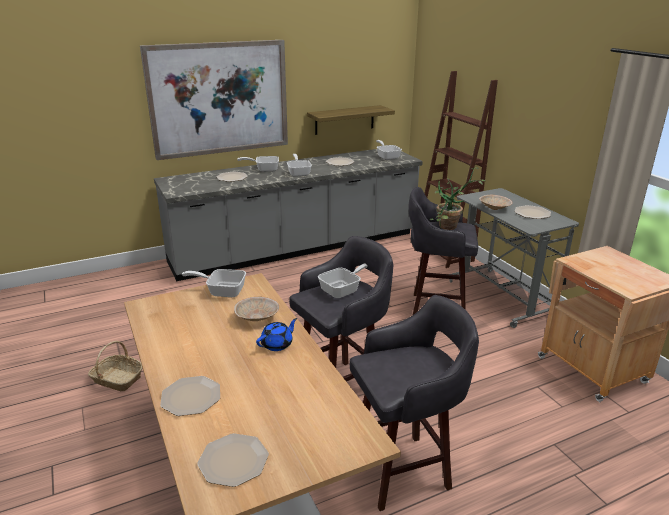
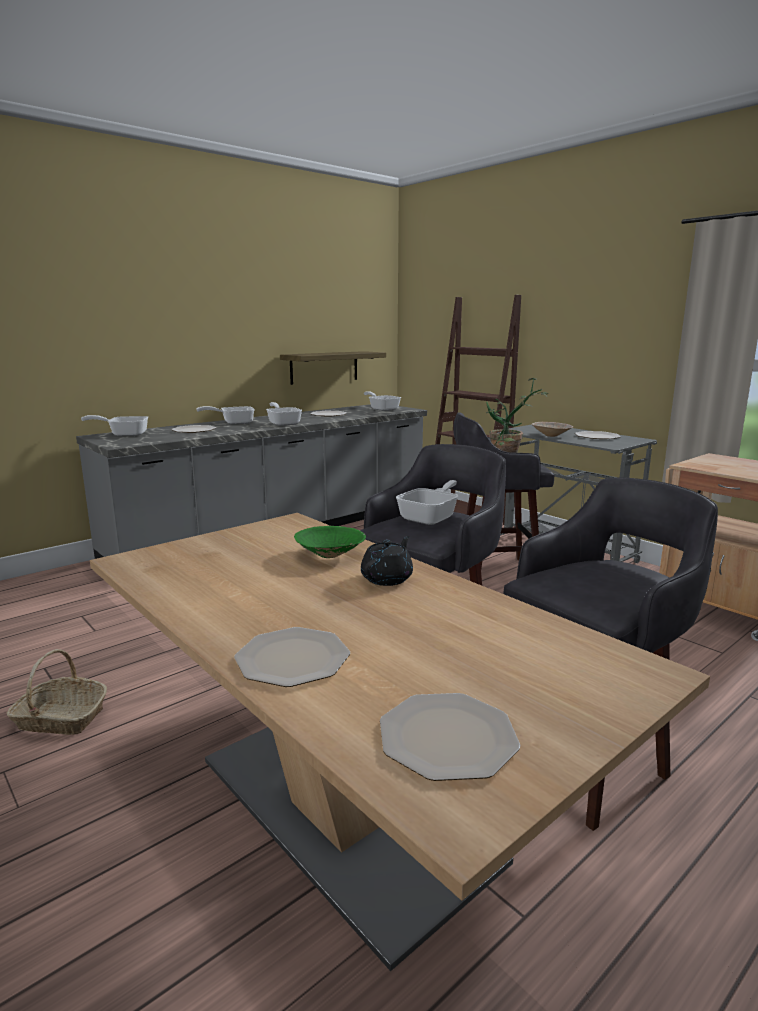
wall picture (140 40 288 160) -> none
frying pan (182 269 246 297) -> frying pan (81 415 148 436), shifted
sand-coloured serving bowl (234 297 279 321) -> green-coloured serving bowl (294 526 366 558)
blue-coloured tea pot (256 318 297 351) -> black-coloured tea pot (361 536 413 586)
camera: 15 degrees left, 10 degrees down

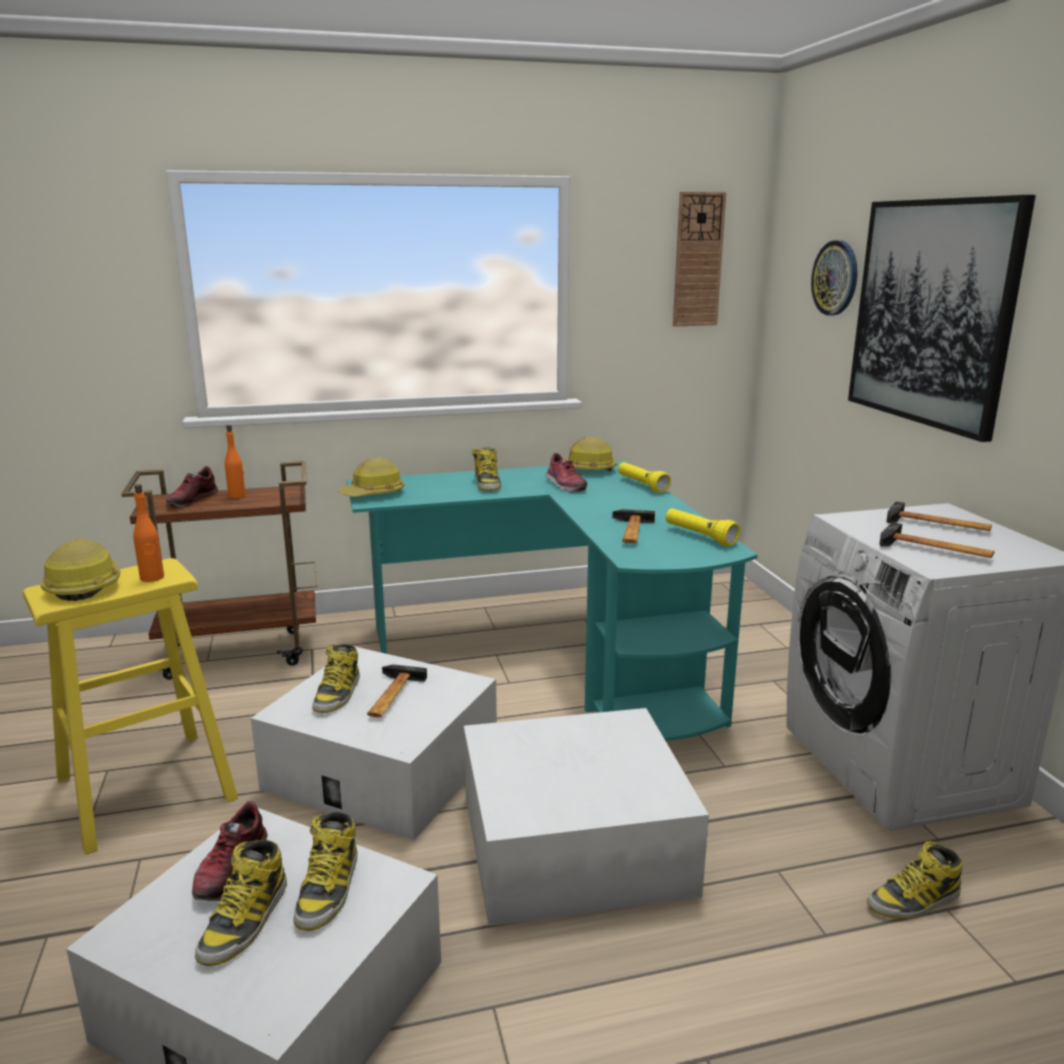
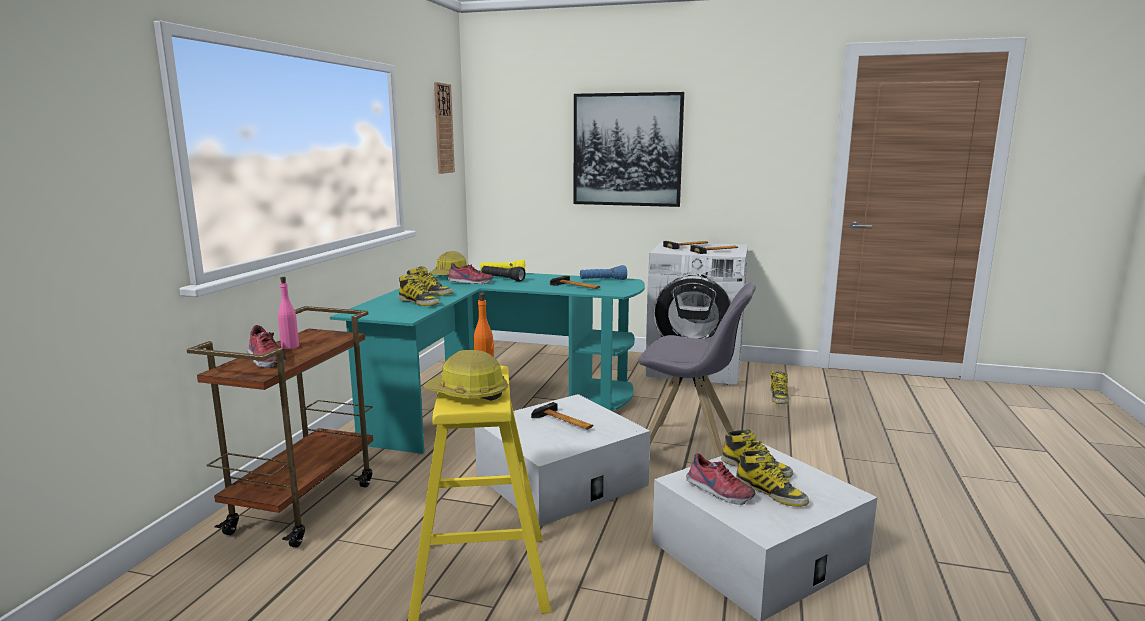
hard hat (338 457 405 497) -> none
hanging clock (811 240 858 316) -> none
none -> black-coloured hand torch (482 266 526 282)
high-top boot (312 644 360 713) -> high-top boot (399 273 440 306), shifted
white storage container (464 708 709 926) -> gray upright chair (638 282 756 458)
orange drink bottle (225 425 246 498) -> pinkish drink bottle (278 277 299 349)
yellowish hand torch (666 508 740 546) -> blue-coloured hand torch (580 265 627 280)
camera: 60 degrees left, 5 degrees down

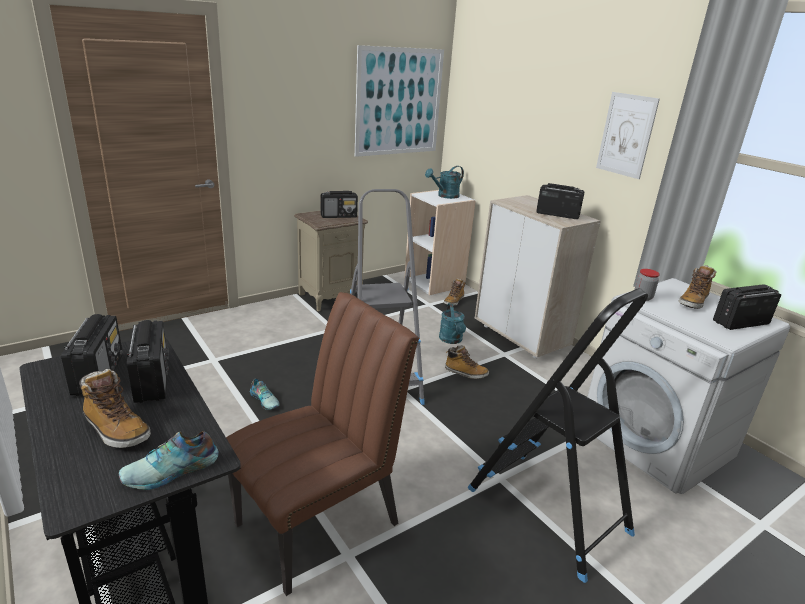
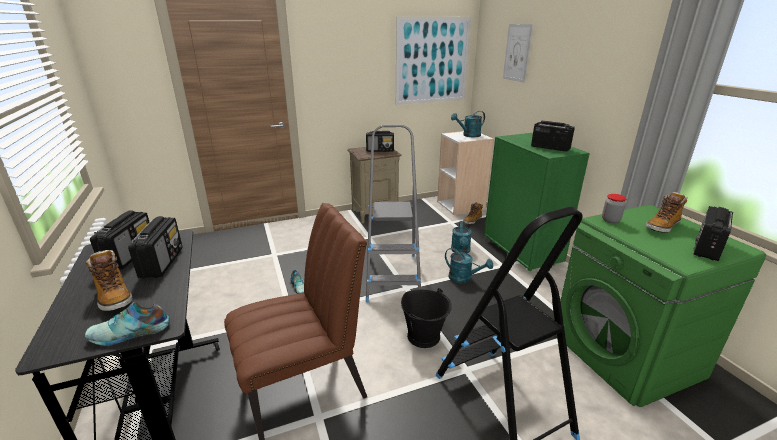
none -> black-coloured water bucket (401 288 452 348)
wall picture (596 92 660 179) -> wall picture (503 24 533 83), shifted
high-top boot (445 345 489 379) -> blue-green watering can (445 248 493 284)
sand-coloured cabinet (475 195 601 359) -> green-coloured cabinet (484 133 590 271)
white laundry appliance (587 278 790 494) -> green-coloured laundry appliance (555 205 766 407)
radio set (713 284 781 330) -> radio set (693 206 733 261), 45 degrees counterclockwise
camera: 15 degrees right, 0 degrees up

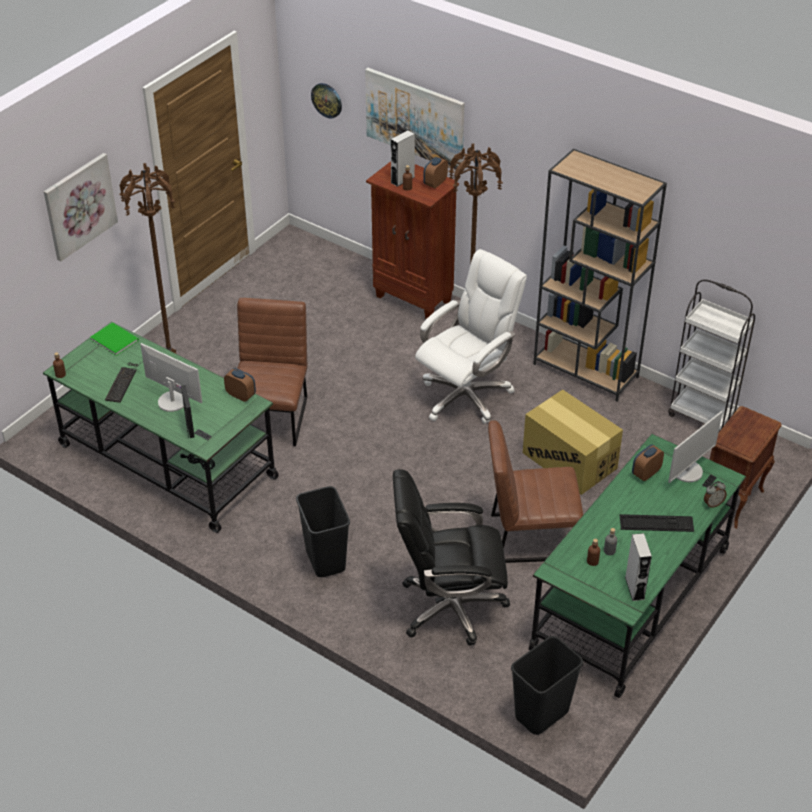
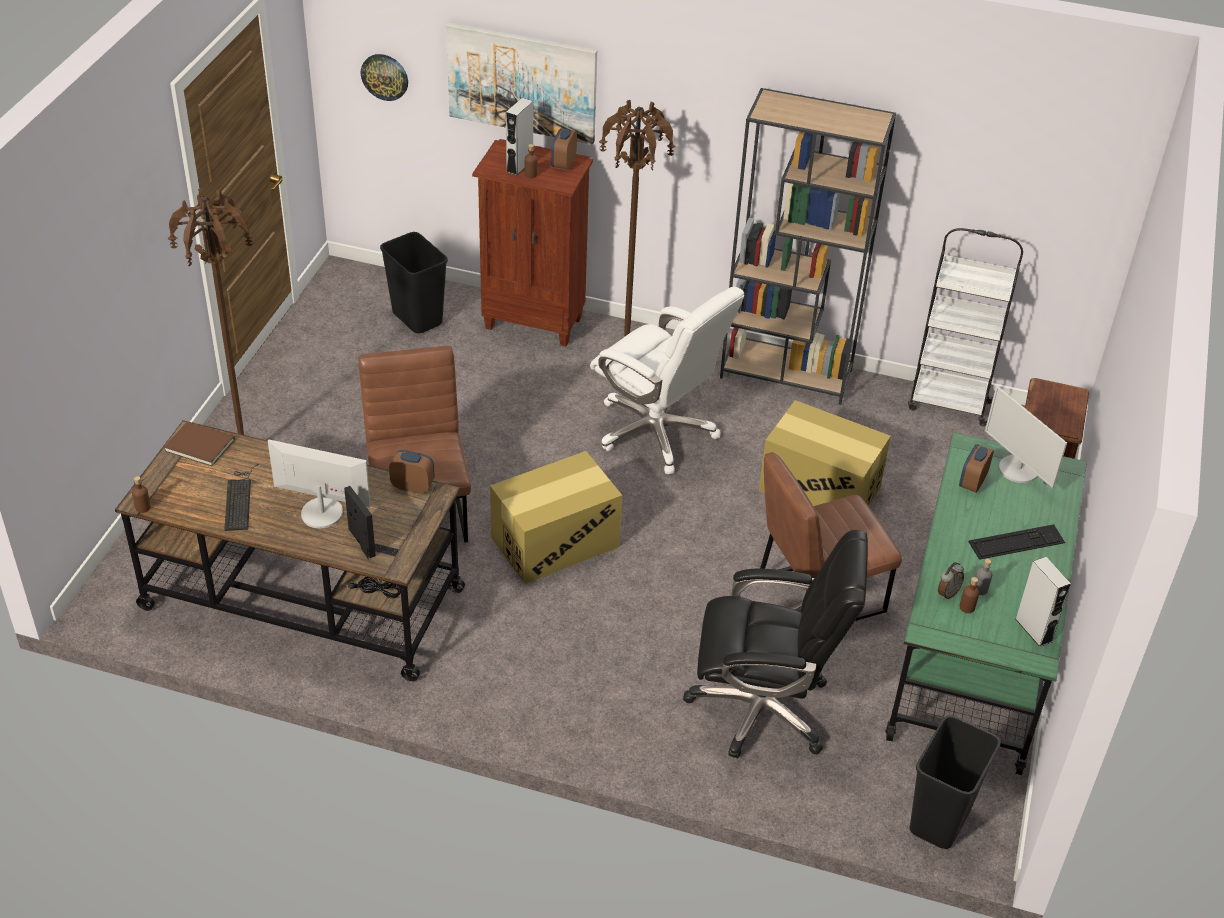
wall picture (44 153 118 261) -> none
none -> cardboard box (490 451 622 584)
black-coloured waste bin (296 486 350 577) -> black-coloured waste bin (380 232 448 333), shifted
bedside clock (704 481 727 508) -> bedside clock (938 562 964 600), shifted
green-coloured desk unit (43 321 279 533) -> brown-coloured desk unit (115 420 465 681)
green-coloured book (90 323 139 356) -> brown-coloured book (164 421 235 466)
black-coloured desk chair (393 469 510 646) -> black-coloured desk chair (683 530 868 758), 150 degrees counterclockwise
white desk chair (415 249 527 424) -> white desk chair (590 287 744 474), 105 degrees clockwise
computer display (668 411 723 483) -> computer display (985 386 1067 488), 120 degrees clockwise
camera: 20 degrees left, 0 degrees up

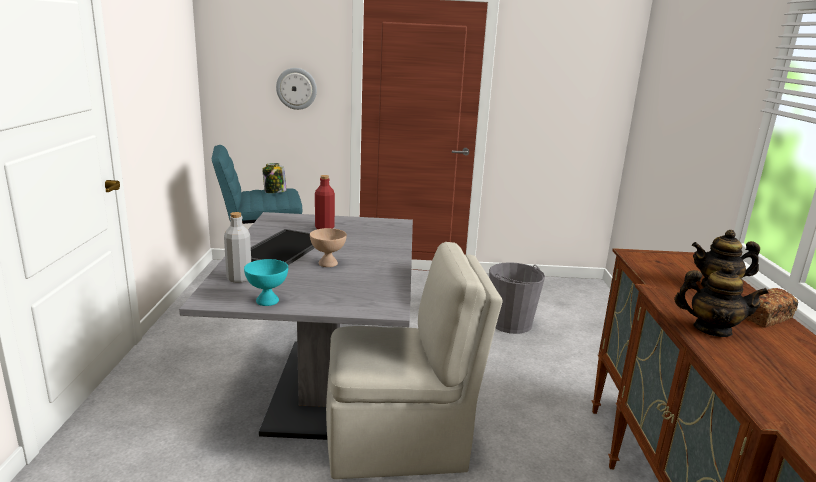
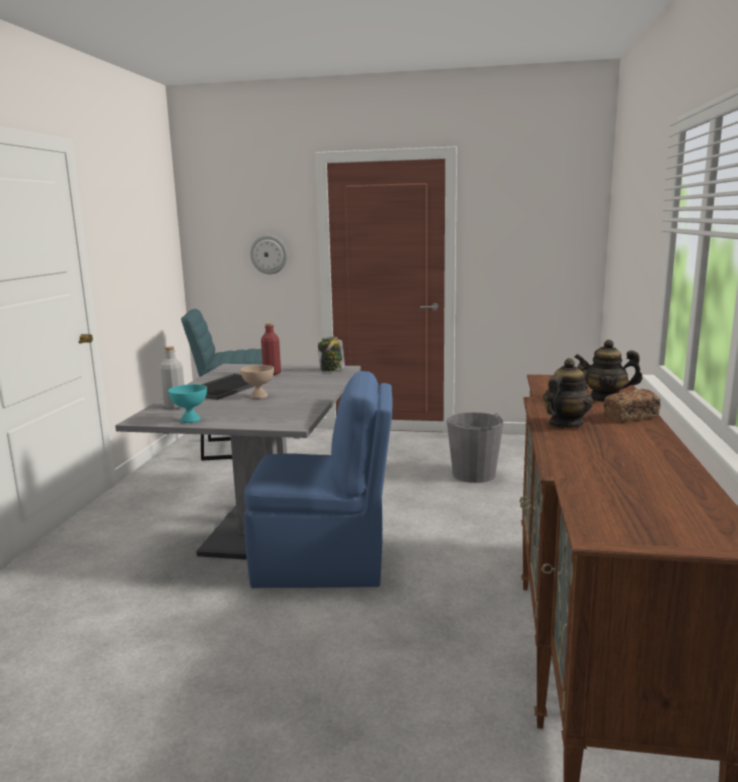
jar (263 163 286 193) -> jar (318 337 345 372), shifted
sand-coloured upright chair (326 242 503 479) -> blue-coloured upright chair (244 371 393 588)
tea pot (674 263 769 337) -> tea pot (543 358 593 428), 75 degrees counterclockwise
camera: 10 degrees right, 5 degrees down

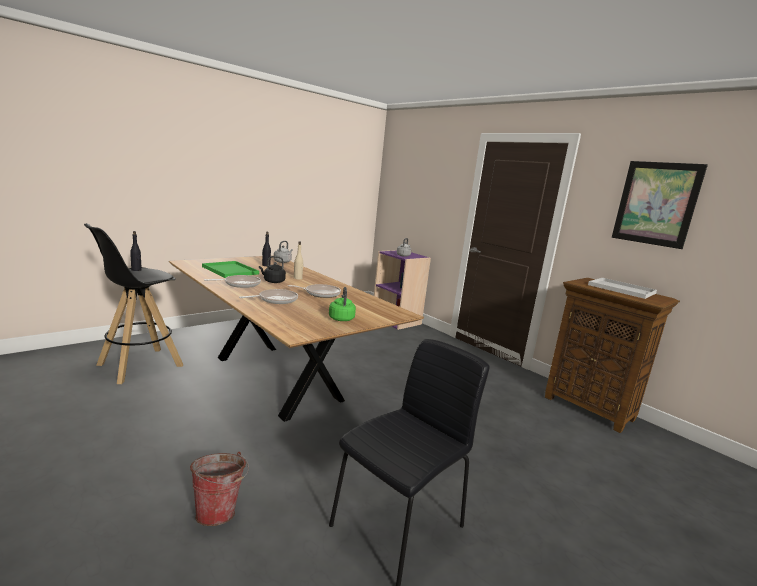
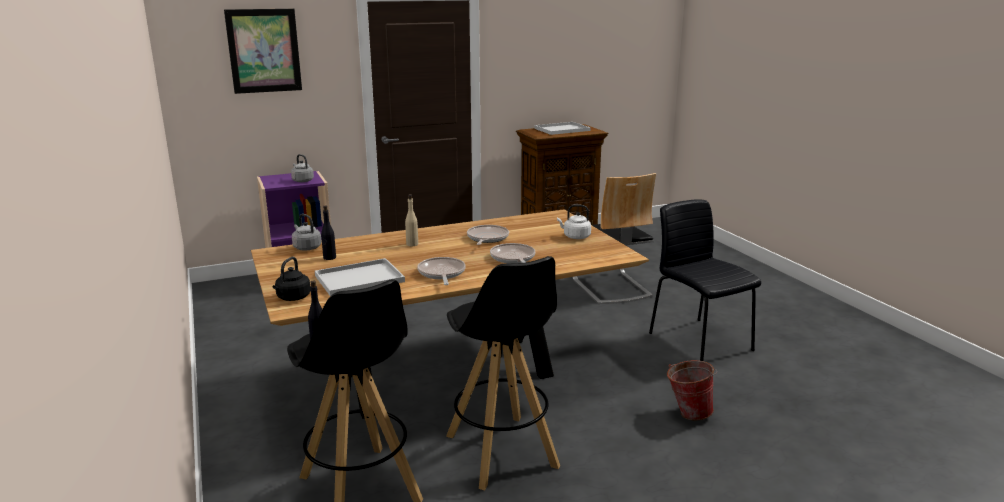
none -> black-coloured stool seat (446 256 560 491)
none -> upright chair (572 173 656 304)
black-coloured water kettle (259 256 286 283) -> black-coloured water kettle (272 257 310 301), shifted
wall picture (612 161 708 249) -> wall picture (224 9 302 94), shifted
green-coloured serving tray (202 261 259 278) -> white serving tray (315 258 405 296)
green-coloured water kettle (329 287 356 321) -> white water kettle (557 205 591 239)
camera: 70 degrees left, 5 degrees up

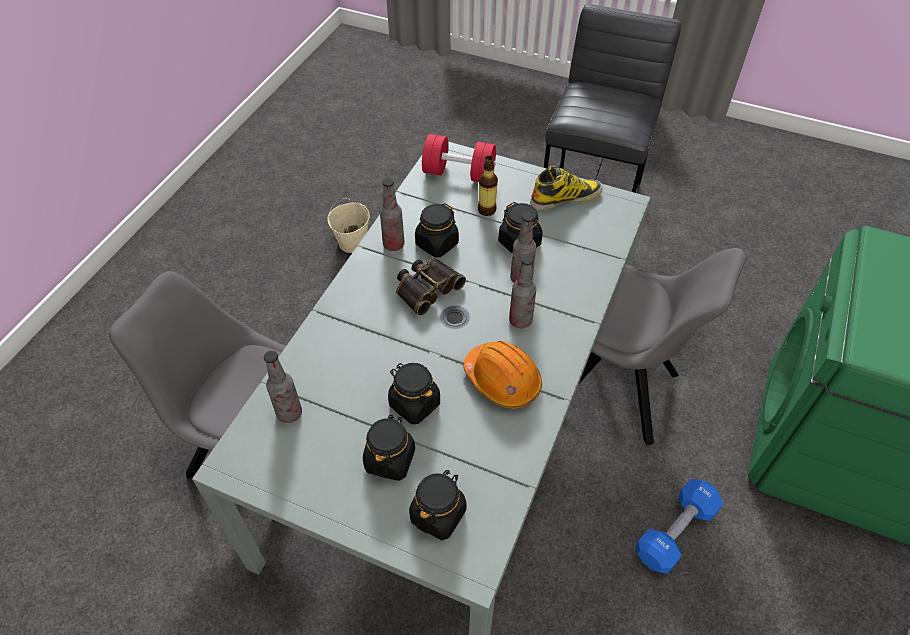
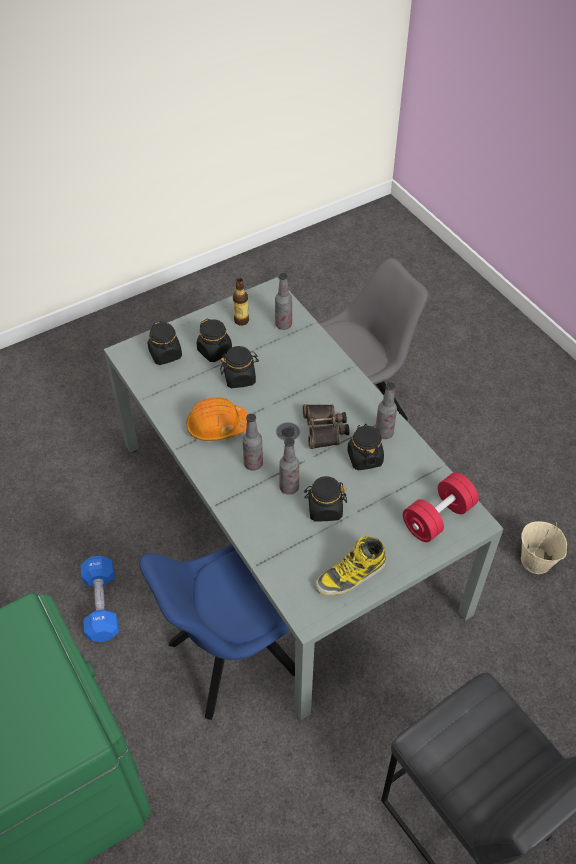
drink bottle (478 156 498 216) -> drink bottle (233 278 249 325), shifted
gray upright chair (578 248 745 446) -> blue-coloured upright chair (139 545 295 720)
high-top boot (530 165 603 210) -> high-top boot (315 536 386 596), 45 degrees clockwise
camera: 125 degrees right, 0 degrees up

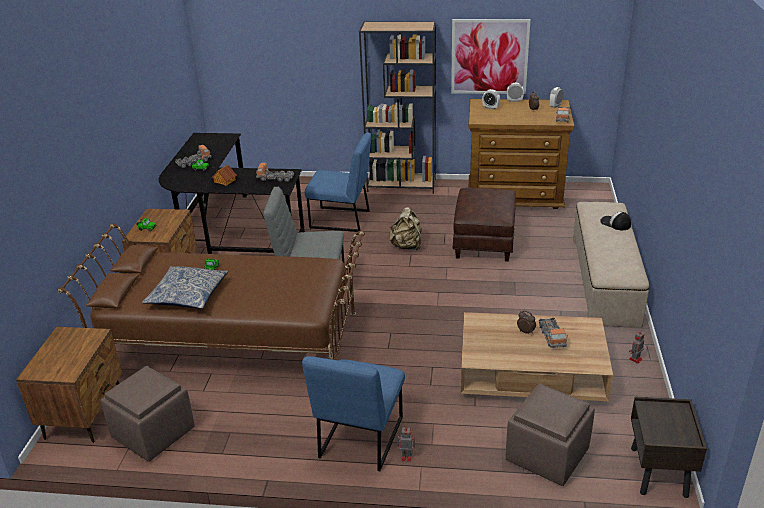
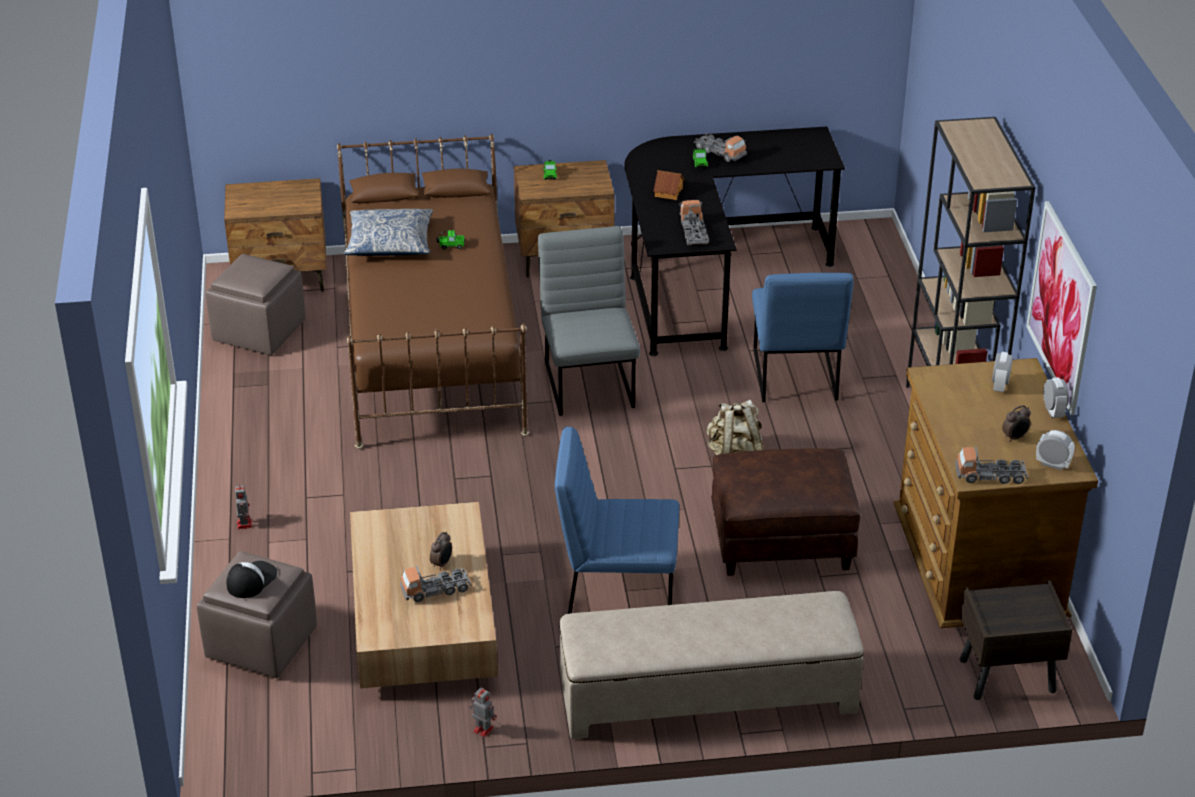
blue-coloured upright chair (302 356 405 471) -> blue-coloured upright chair (555 427 679 614), shifted
baseball cap (600 212 631 230) -> baseball cap (227 561 277 598), shifted
brown-coloured night table (631 397 707 498) -> brown-coloured night table (960 580 1072 700), shifted
camera: 75 degrees right, 5 degrees up

